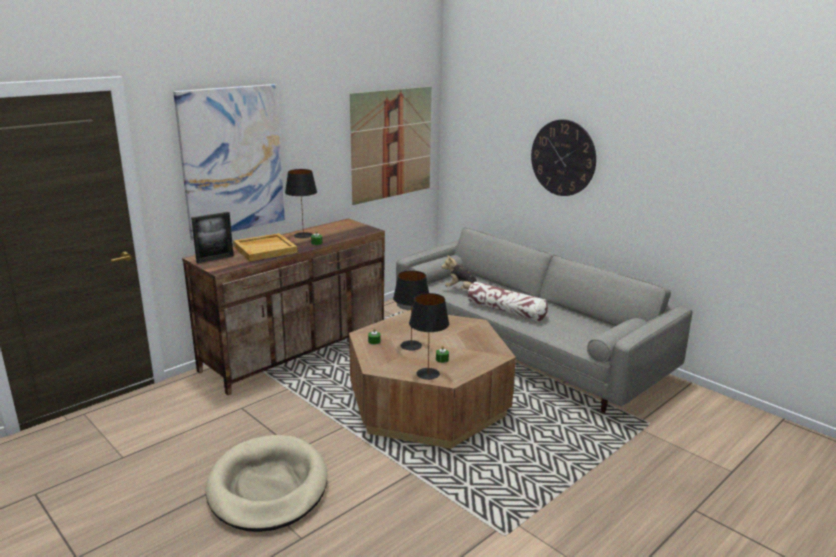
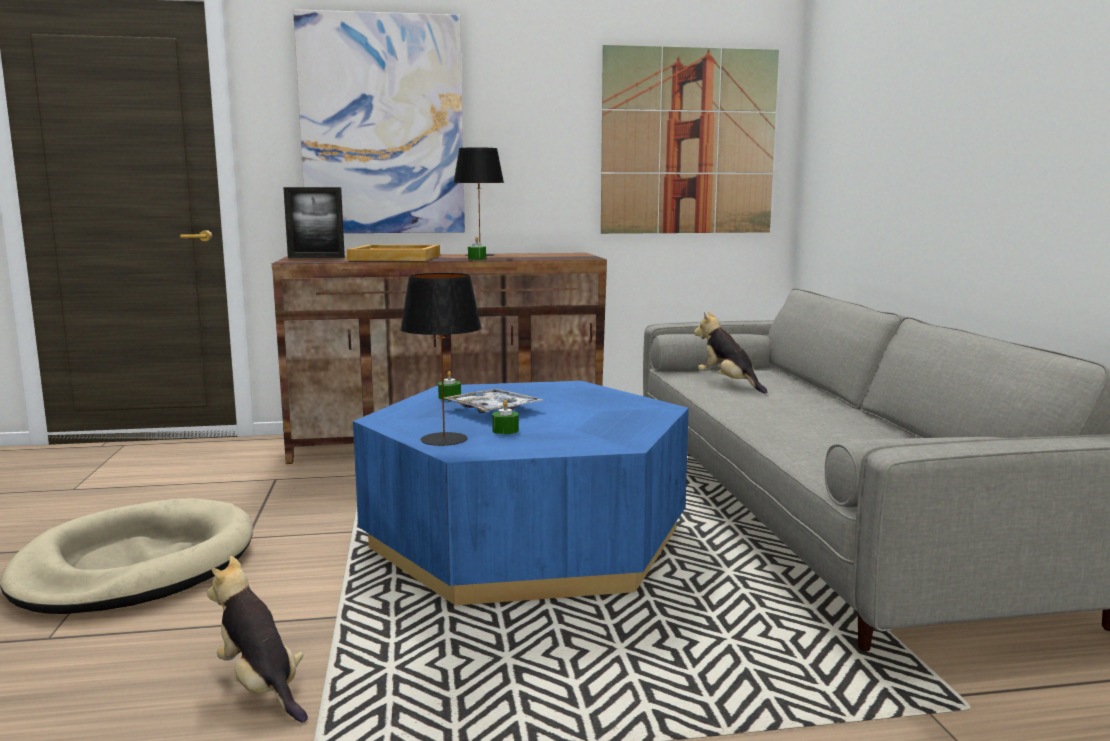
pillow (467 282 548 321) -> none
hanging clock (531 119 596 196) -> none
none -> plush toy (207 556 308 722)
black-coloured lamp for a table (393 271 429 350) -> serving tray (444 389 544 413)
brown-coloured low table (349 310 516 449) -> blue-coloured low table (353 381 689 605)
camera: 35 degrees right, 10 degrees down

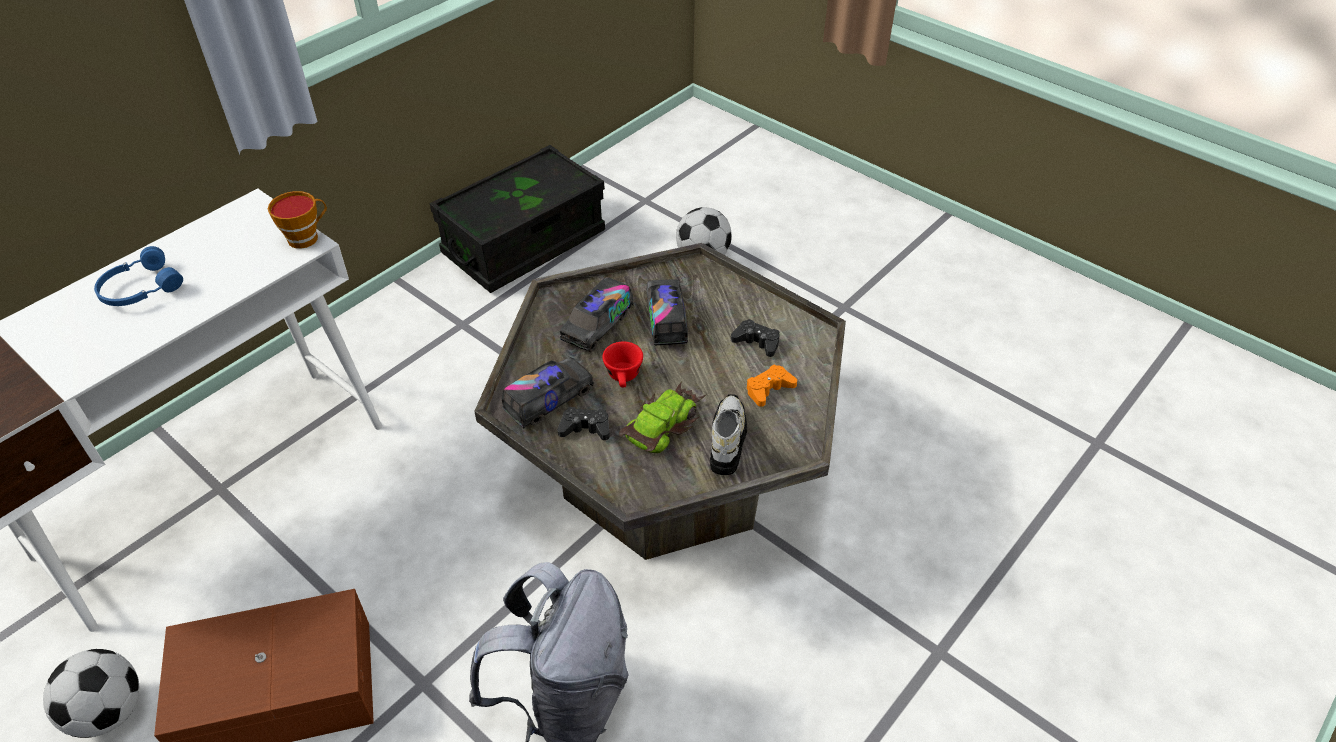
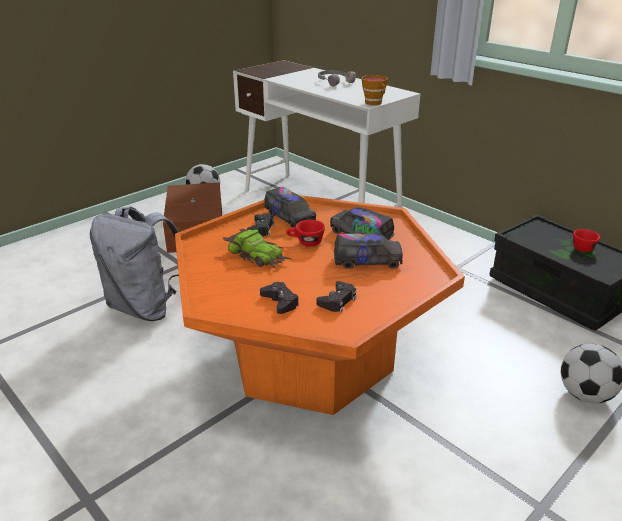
low shoe (710 394 747 475) -> none
none -> red drinking cup (573 229 600 252)
blue-coloured headphones (94 246 183 306) -> gray headphones (318 70 356 87)
gray low table (474 243 846 560) -> orange low table (175 195 465 415)
orange gamepad (746 364 797 407) -> black-coloured gamepad (260 282 299 314)
camera: 95 degrees right, 15 degrees down

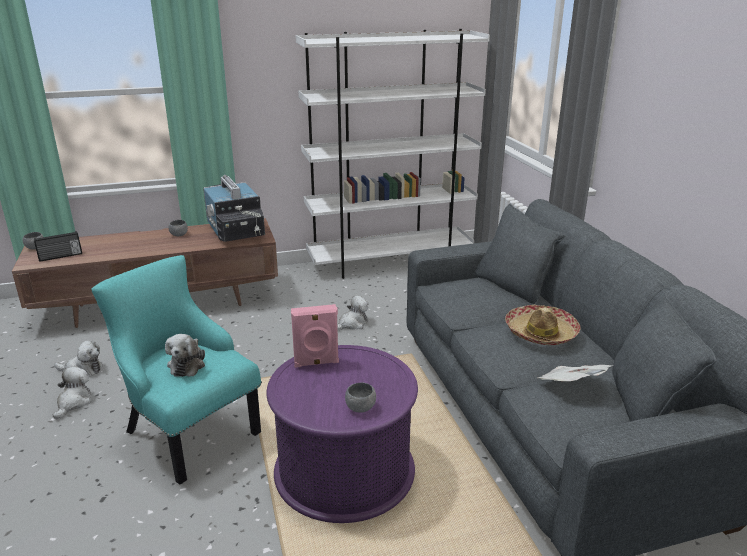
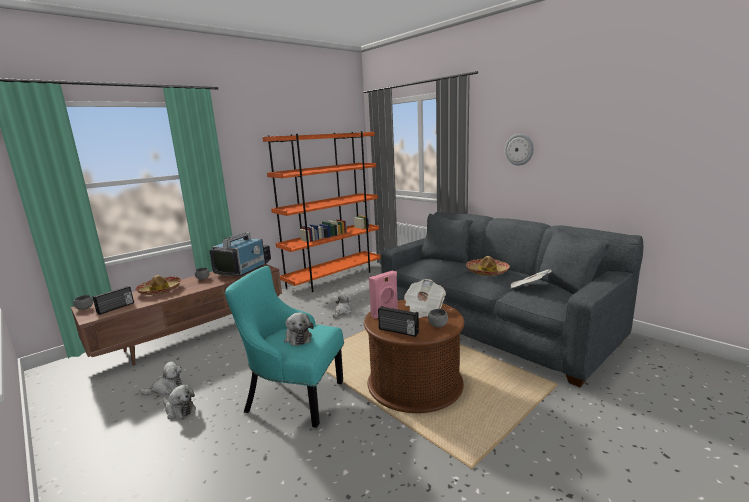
none -> wearable hat (135 275 182 295)
none -> radio set (378 306 419 337)
none -> printed paper (404 279 446 318)
none -> hanging clock (505 134 534 166)
purple-coloured low table (266 345 418 523) -> brown-coloured low table (364 300 464 413)
white shelving unit (296 29 490 279) -> orange shelving unit (263 131 381 292)
plush toy (53 367 92 419) -> plush toy (163 385 196 419), 135 degrees clockwise
TV set (203 175 265 242) -> TV set (209 232 271 276), 105 degrees counterclockwise
camera: 25 degrees left, 10 degrees down

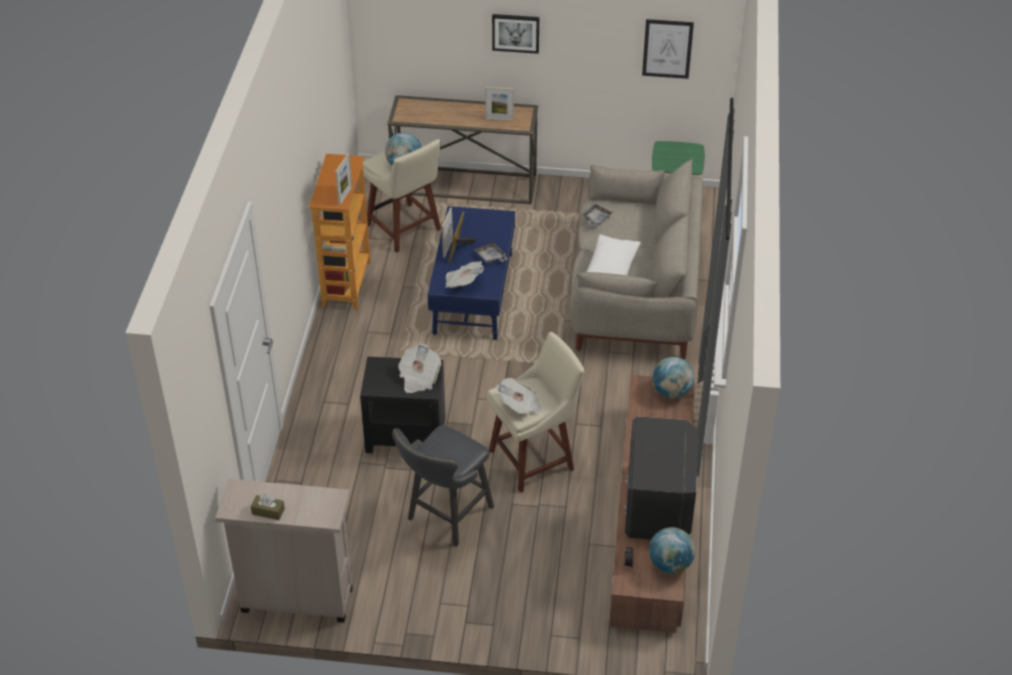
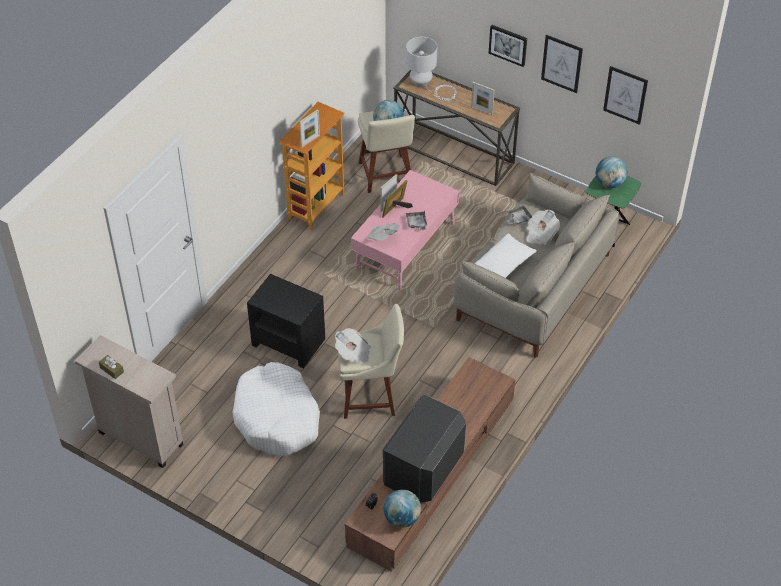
none -> gray lamp for a table (406 37 456 101)
none -> wall picture (541 35 583 93)
printed paper (398 344 441 393) -> printed paper (526 210 560 245), shifted
desk globe (652 357 694 398) -> desk globe (596 156 628 188), shifted
gray stool seat (392 425 494 547) -> white pet bed (233 362 320 456)
blue-coloured low table (428 206 515 340) -> pinkish low table (351 170 459 290)
camera: 25 degrees right, 5 degrees up

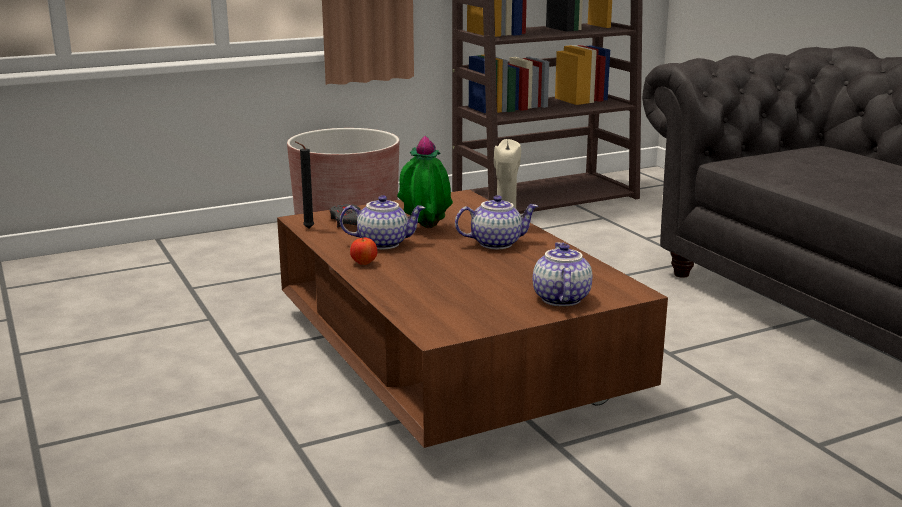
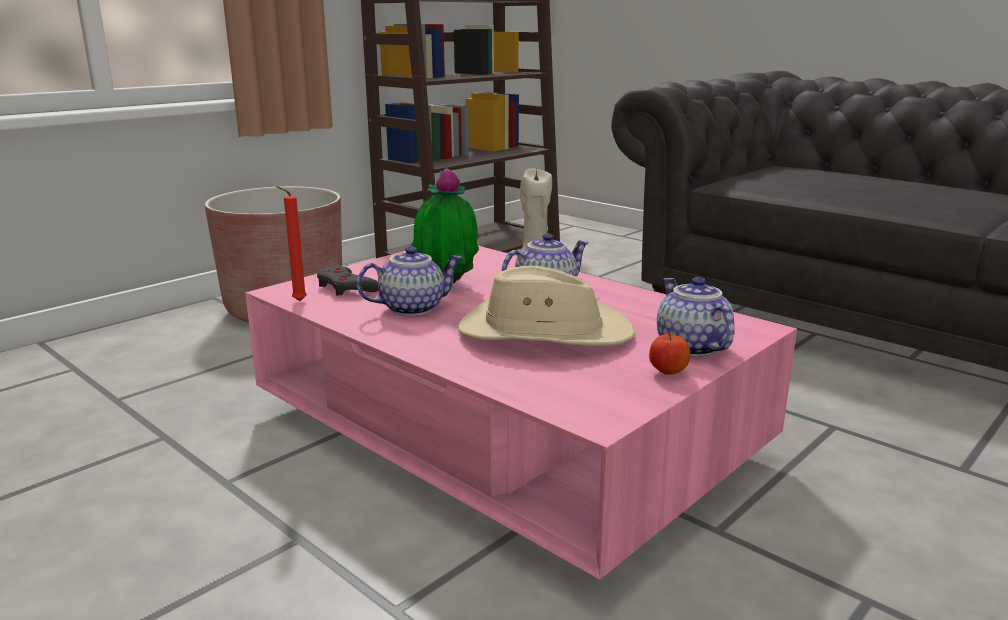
none -> sand-coloured wearable hat (458 266 636 346)
apple (350 237 377 265) -> apple (649 334 690 375), shifted
brown-coloured low table (277 190 668 448) -> pinkish low table (245 246 797 580)
black-coloured candle (294 141 314 228) -> red candle (277 186 307 301)
camera: 20 degrees left, 0 degrees up

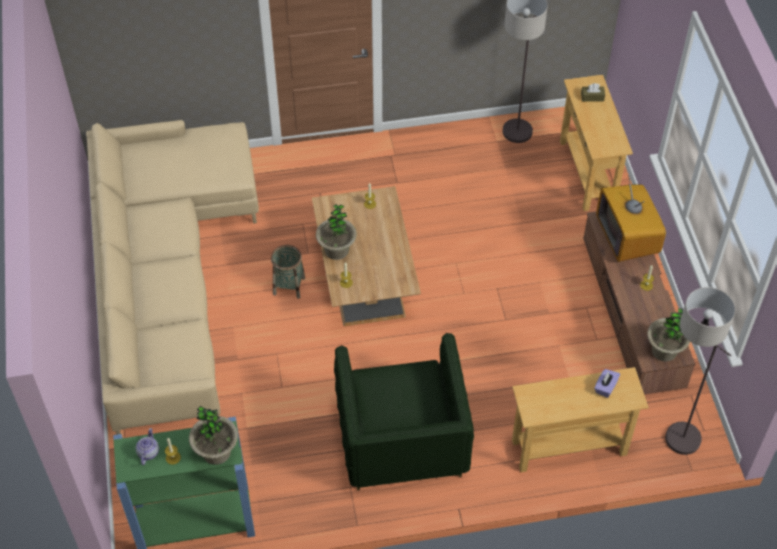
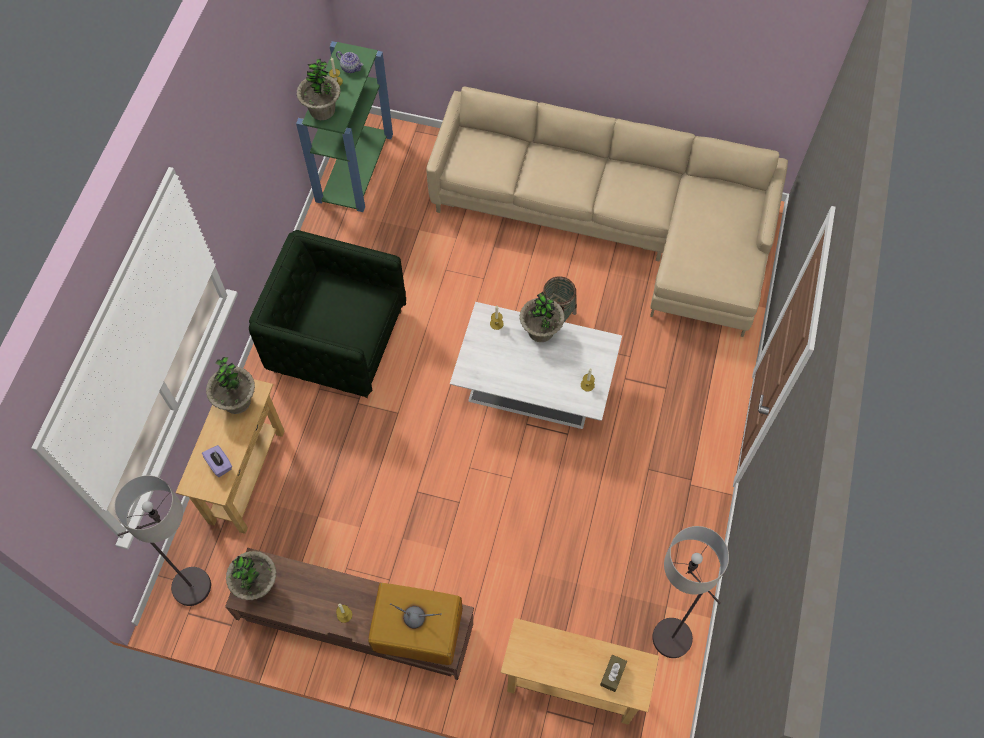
none -> houseplant (206 357 255 414)
brown-coloured low table (312 186 421 326) -> white low table (450 302 622 429)
camera: 115 degrees right, 10 degrees up

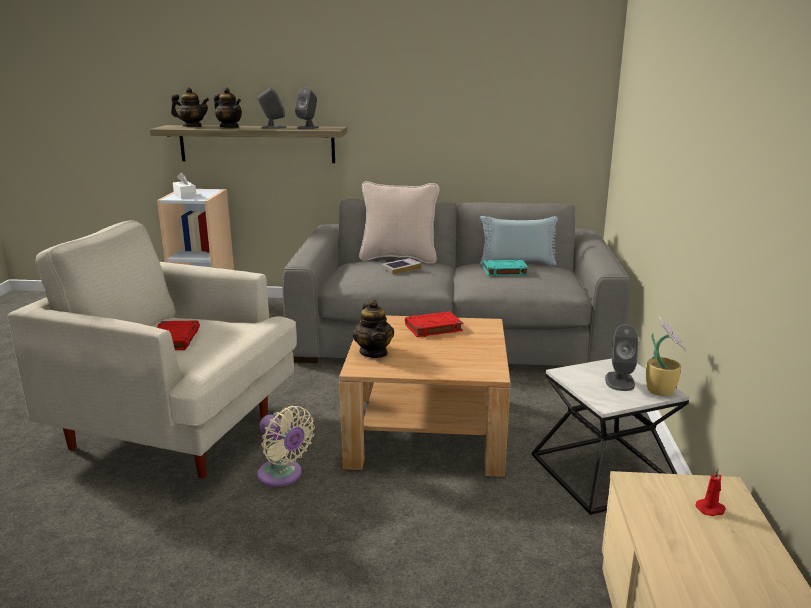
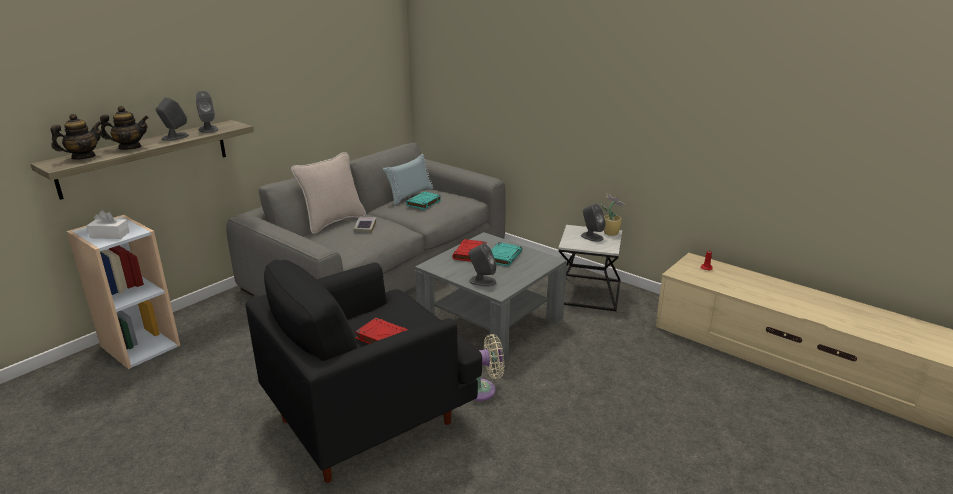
none -> blue-green book (491 242 522 266)
tea pot (352 300 394 358) -> gray loudspeaker (469 244 496 287)
sand-coloured lounge chair (7 220 297 478) -> black-coloured lounge chair (245 260 482 483)
brown-coloured low table (339 315 511 477) -> gray low table (415 232 567 363)
camera: 55 degrees left, 5 degrees up

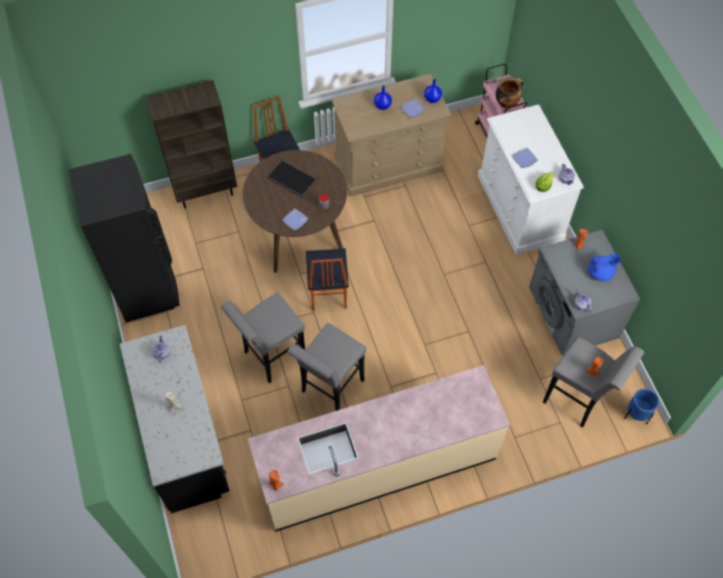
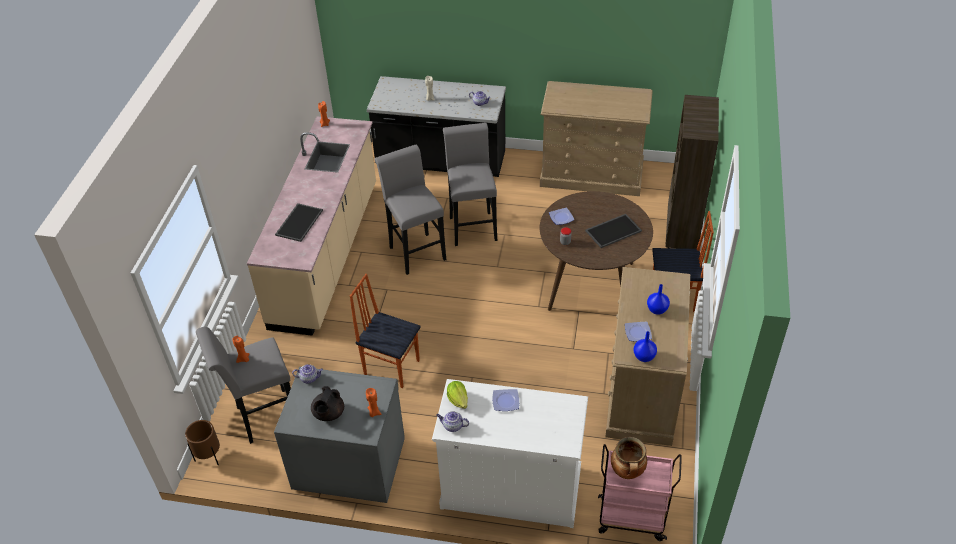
none -> serving tray (275 203 323 242)
upright chair (306 248 349 311) -> upright chair (350 274 421 388), shifted
black-coloured kitchen fridge (68 154 180 323) -> sand-coloured dresser (540 81 653 196)
blue-coloured tea pot (588 253 621 281) -> black-coloured tea pot (311 386 344 421)
blue-coloured plant pot (624 389 659 424) -> brown-coloured plant pot (185 420 220 465)
camera: 120 degrees right, 15 degrees down

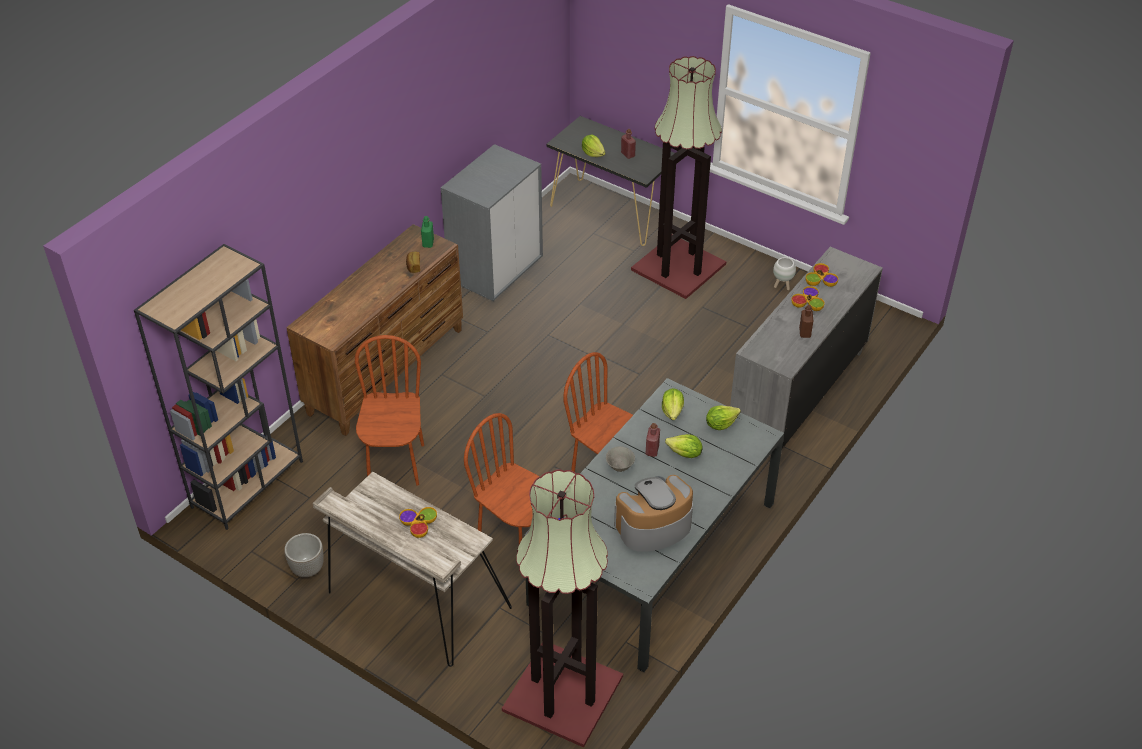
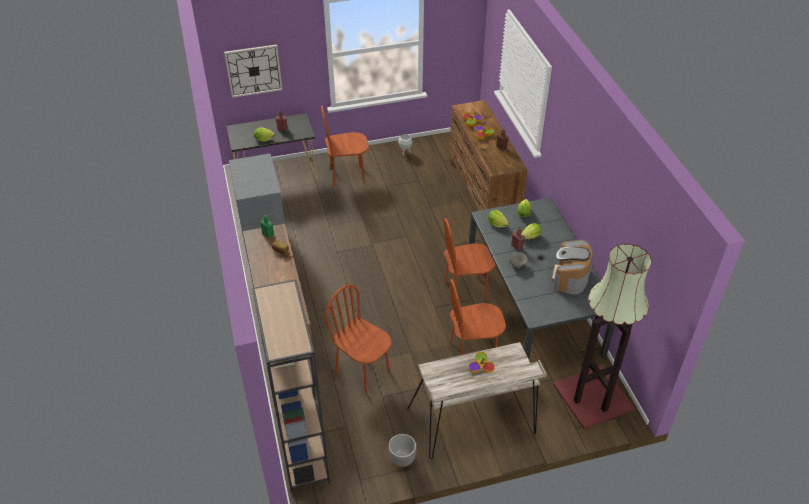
none -> hanging clock (224 44 283 98)
standard lamp (631 56 726 299) -> brown-coloured upright chair (321 106 369 188)
gray dresser (730 247 883 458) -> brown-coloured dresser (449 100 528 211)
camera: 50 degrees left, 0 degrees up

